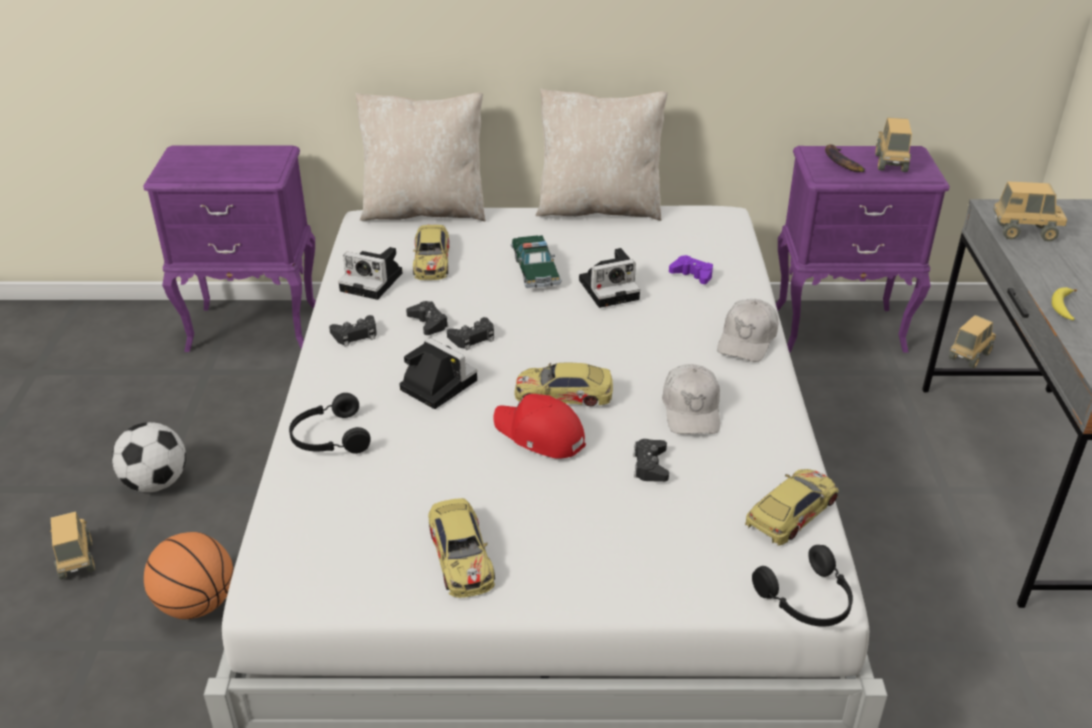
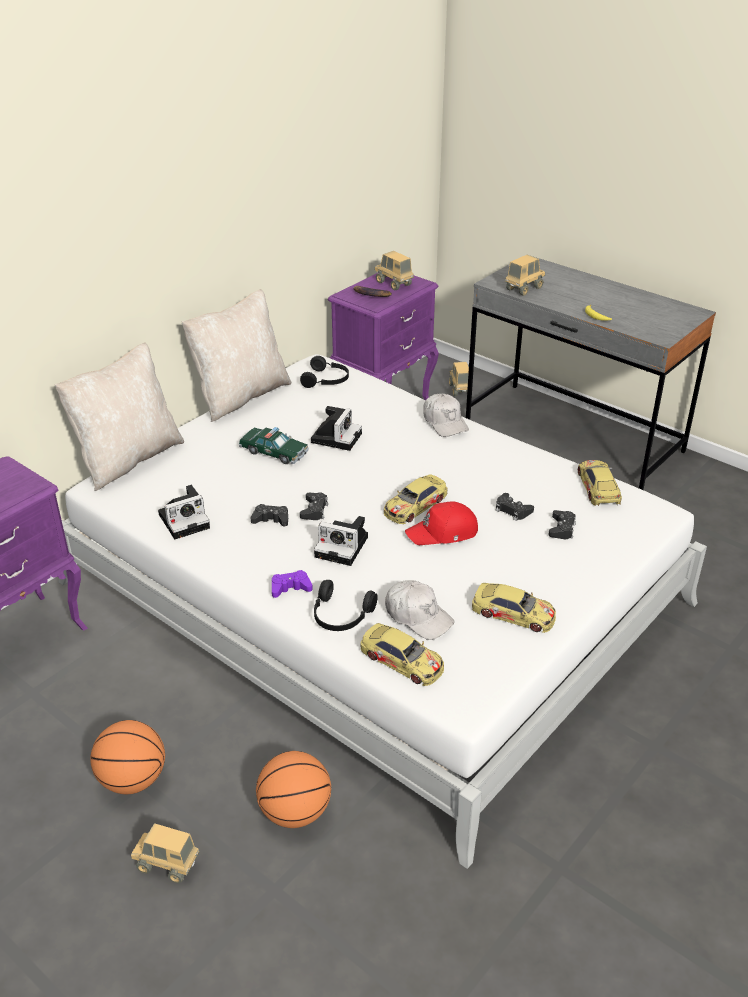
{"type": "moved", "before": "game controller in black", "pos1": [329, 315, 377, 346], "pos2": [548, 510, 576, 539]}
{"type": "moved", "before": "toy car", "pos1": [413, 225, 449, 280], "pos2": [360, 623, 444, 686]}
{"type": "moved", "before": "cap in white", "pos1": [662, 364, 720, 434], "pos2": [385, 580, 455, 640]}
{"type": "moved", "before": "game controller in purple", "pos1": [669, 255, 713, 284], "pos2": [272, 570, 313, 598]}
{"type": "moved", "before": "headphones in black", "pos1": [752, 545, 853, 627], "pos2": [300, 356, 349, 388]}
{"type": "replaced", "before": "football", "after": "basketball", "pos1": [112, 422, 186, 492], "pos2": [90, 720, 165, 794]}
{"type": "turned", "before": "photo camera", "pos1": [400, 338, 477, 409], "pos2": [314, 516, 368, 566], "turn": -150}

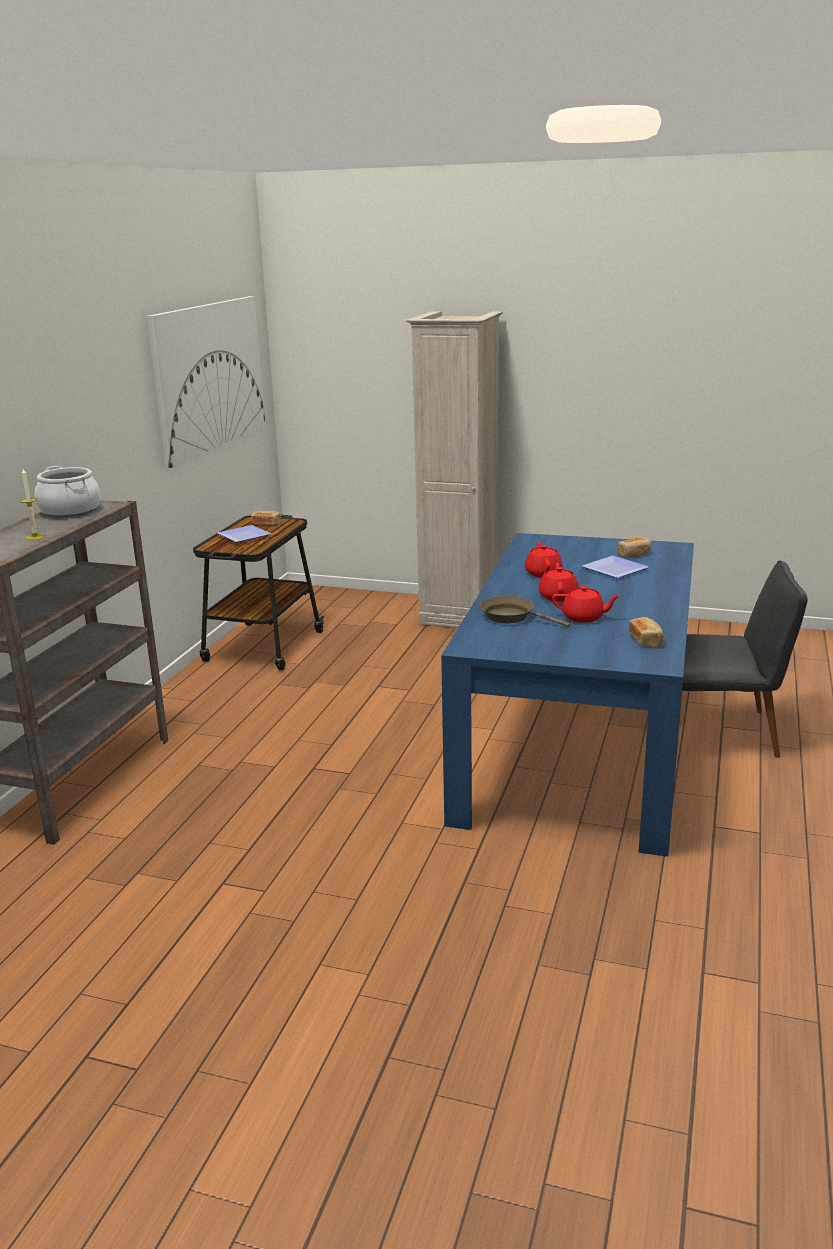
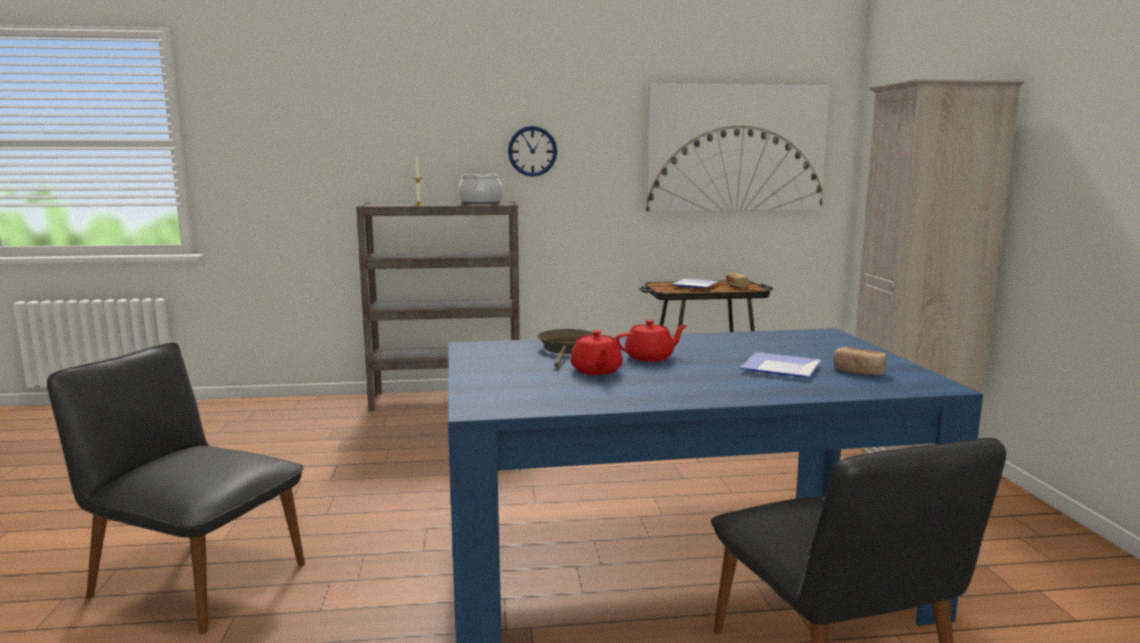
{"type": "removed", "before": "teapot in red", "pos1": [525, 542, 563, 577]}
{"type": "removed", "before": "bread", "pos1": [629, 617, 664, 648]}
{"type": "added", "after": "chair in black", "pos2": [47, 342, 305, 634]}
{"type": "added", "after": "wall clock", "pos2": [508, 126, 557, 177]}

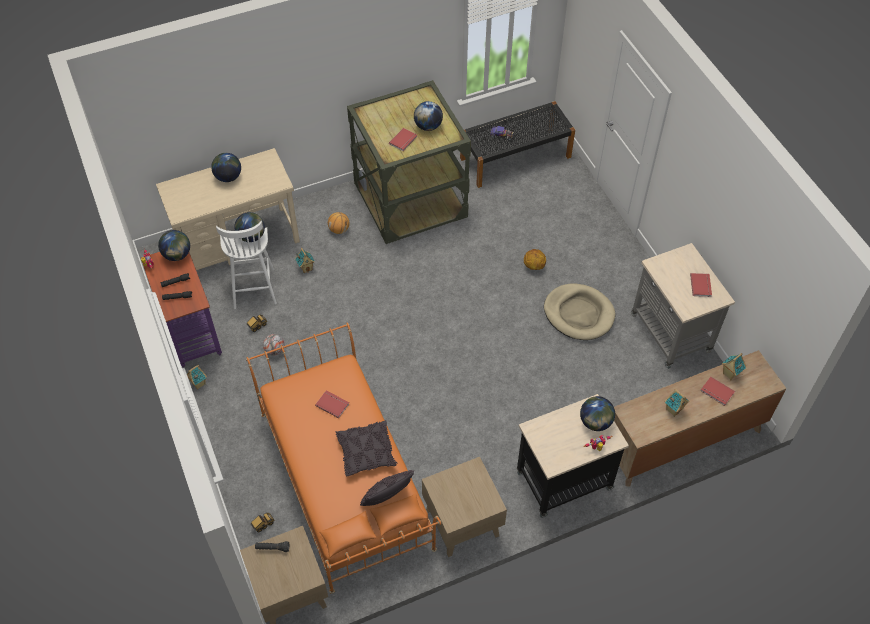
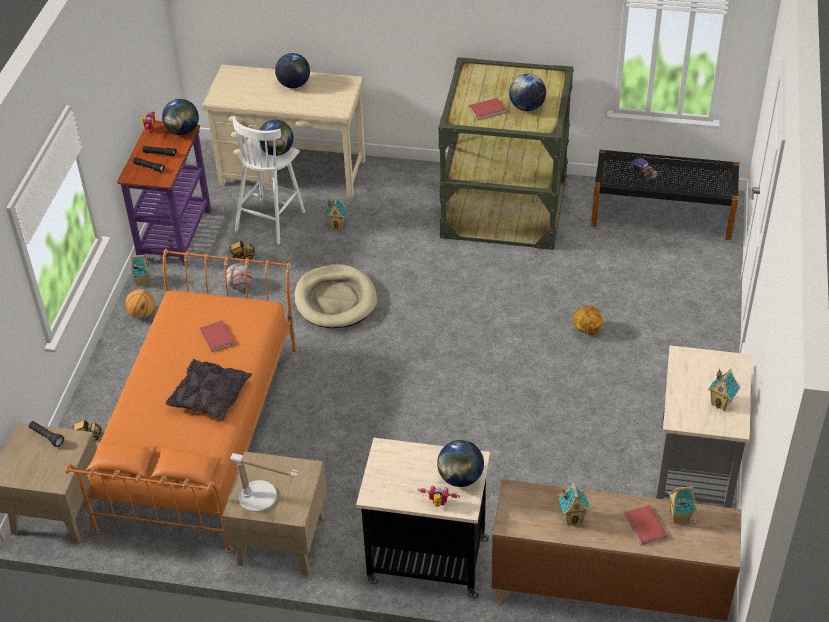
{"type": "removed", "before": "pillow in black", "pos1": [360, 470, 414, 506]}
{"type": "added", "after": "table lamp", "pos2": [230, 453, 299, 512]}
{"type": "moved", "before": "basketball", "pos1": [328, 212, 350, 234], "pos2": [125, 289, 155, 318]}
{"type": "moved", "before": "dog bed in beige", "pos1": [544, 284, 616, 340], "pos2": [294, 264, 377, 328]}
{"type": "replaced", "before": "book in red", "after": "toy house", "pos1": [690, 273, 712, 297], "pos2": [708, 369, 740, 411]}

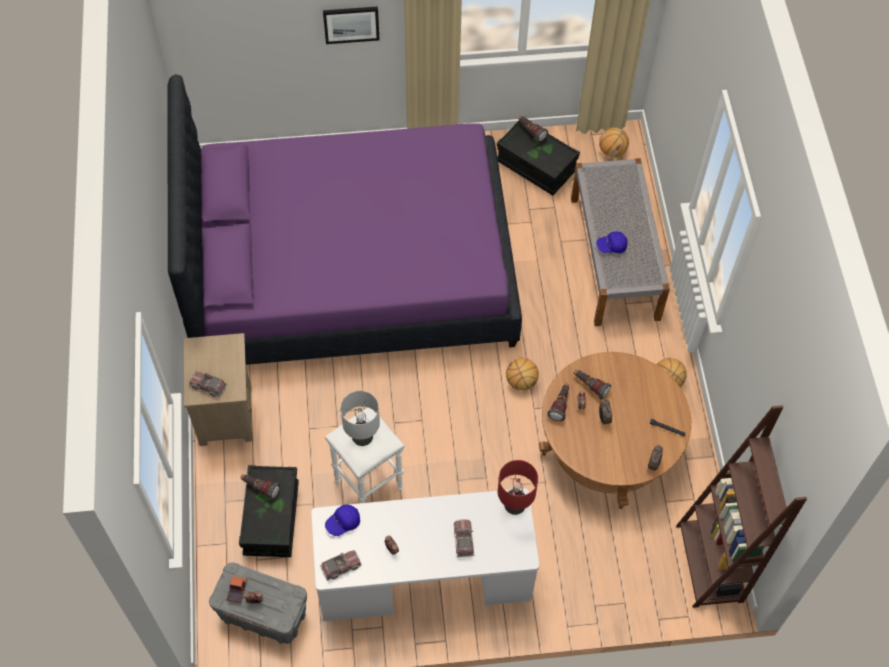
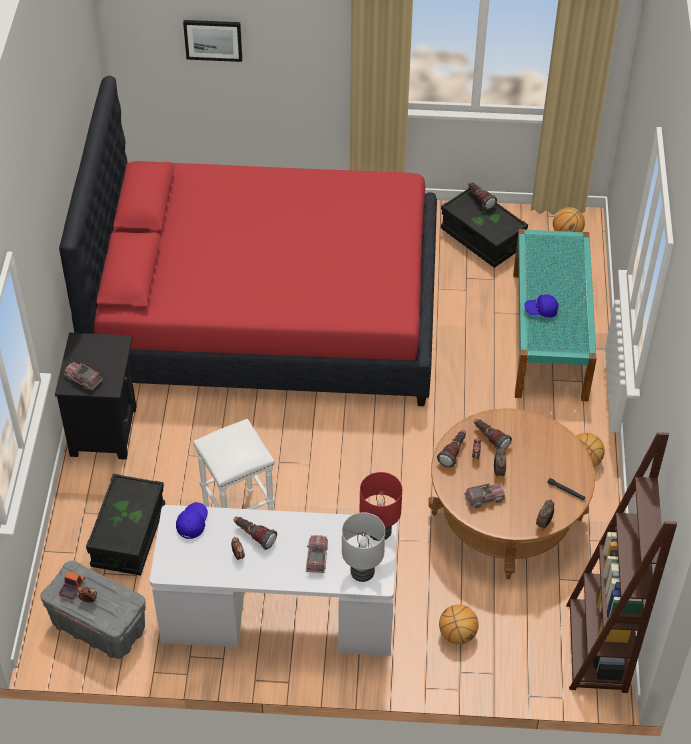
{"type": "moved", "before": "flashlight", "pos1": [241, 474, 280, 500], "pos2": [234, 516, 277, 550]}
{"type": "moved", "before": "toy truck", "pos1": [320, 550, 362, 581], "pos2": [464, 483, 506, 509]}
{"type": "moved", "before": "picture", "pos1": [323, 6, 379, 44], "pos2": [183, 20, 242, 62]}
{"type": "moved", "before": "table lamp in grey", "pos1": [340, 391, 380, 446], "pos2": [342, 512, 385, 582]}
{"type": "moved", "before": "basketball", "pos1": [506, 358, 539, 391], "pos2": [439, 604, 479, 644]}
{"type": "recoloured", "before": "bed in purple", "after": "bed in red", "pos1": [167, 74, 522, 365], "pos2": [59, 76, 437, 406]}
{"type": "recoloured", "before": "nightstand in beige", "after": "nightstand in black", "pos1": [184, 333, 253, 446], "pos2": [55, 332, 136, 460]}
{"type": "recoloured", "before": "bench in grey", "after": "bench in turquoise", "pos1": [571, 158, 670, 326], "pos2": [513, 229, 597, 402]}
{"type": "turned", "before": "cap in blue", "pos1": [325, 504, 360, 536], "pos2": [176, 502, 208, 539], "turn": 135}

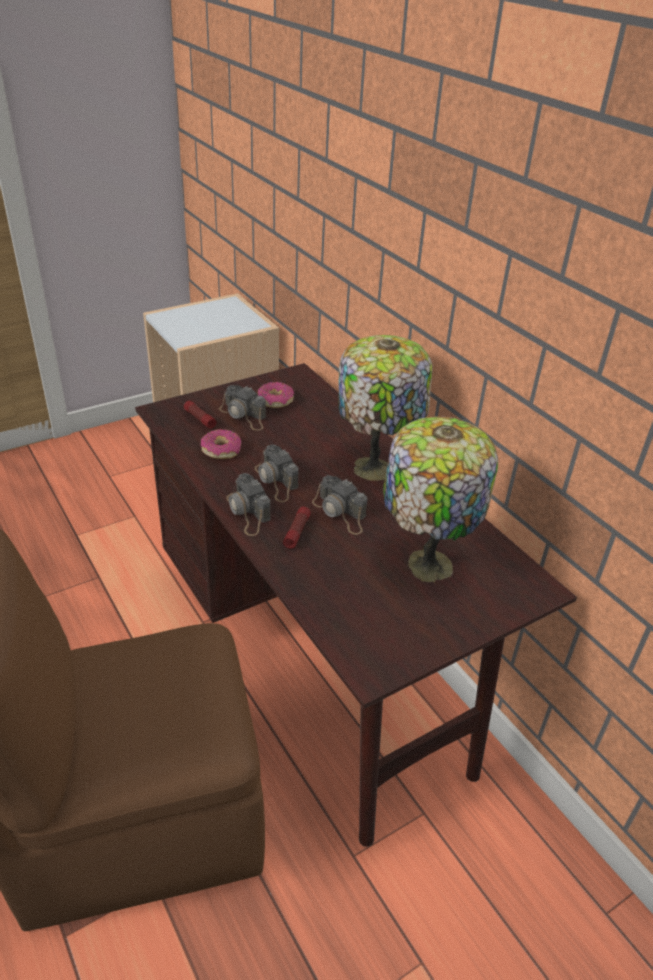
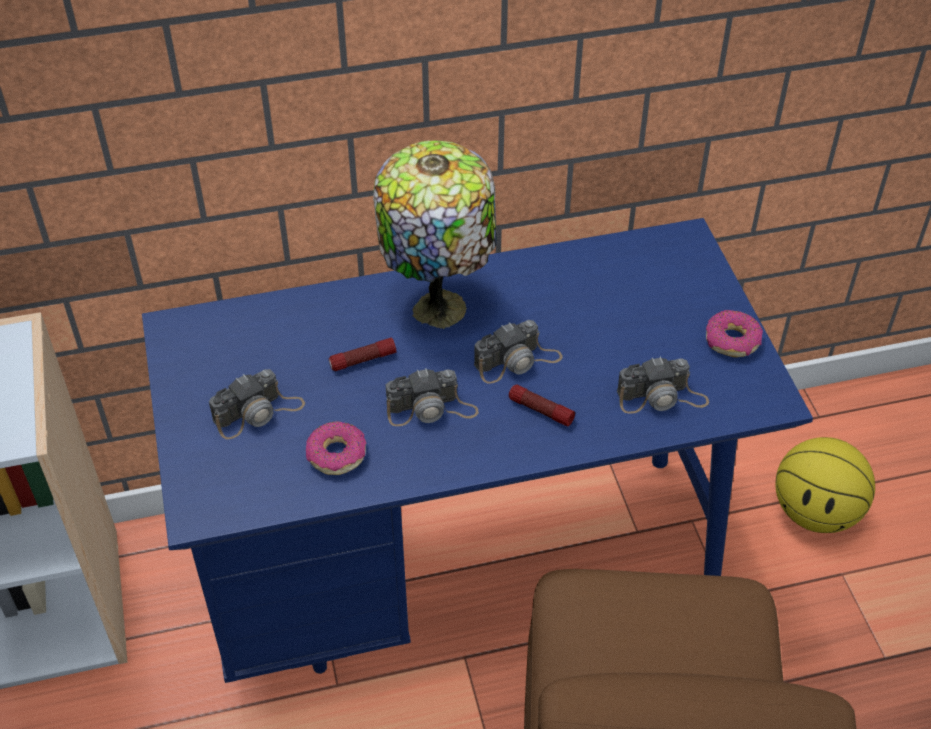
{"type": "removed", "before": "table lamp", "pos1": [383, 416, 498, 582]}
{"type": "added", "after": "basketball", "pos2": [776, 437, 875, 533]}
{"type": "moved", "before": "flashlight", "pos1": [184, 401, 216, 429], "pos2": [329, 337, 396, 371]}
{"type": "moved", "before": "photo camera", "pos1": [226, 473, 271, 536], "pos2": [617, 356, 709, 414]}
{"type": "moved", "before": "donut", "pos1": [258, 382, 294, 408], "pos2": [706, 310, 763, 357]}
{"type": "recoloured", "before": "desk in brown", "after": "desk in blue", "pos1": [135, 363, 577, 847], "pos2": [142, 218, 813, 683]}

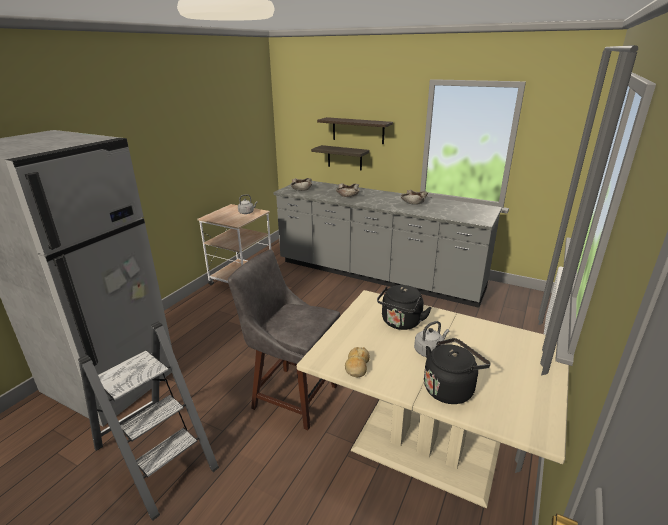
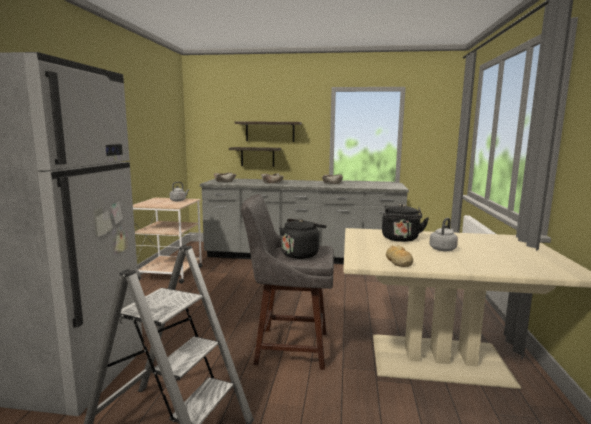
{"type": "moved", "before": "kettle in black", "pos1": [424, 338, 491, 404], "pos2": [279, 219, 327, 259]}

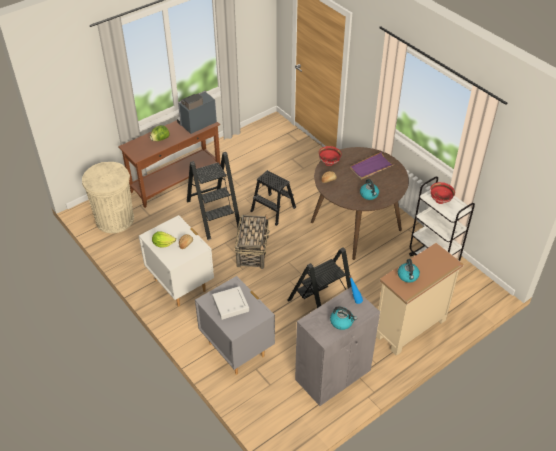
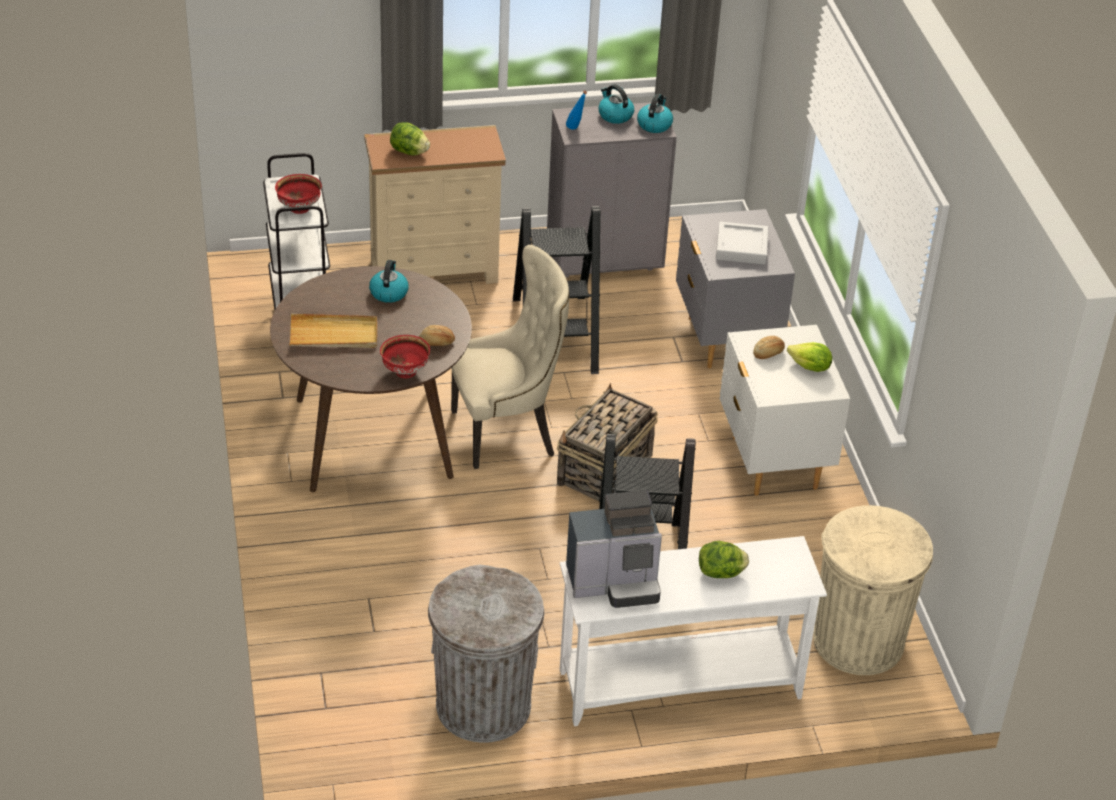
{"type": "removed", "before": "step ladder in black", "pos1": [250, 170, 296, 226]}
{"type": "added", "after": "lettuce", "pos2": [390, 122, 430, 155]}
{"type": "added", "after": "trash can in grey", "pos2": [428, 565, 544, 743]}
{"type": "added", "after": "chair in beige", "pos2": [451, 245, 569, 469]}
{"type": "moved", "before": "kettle", "pos1": [398, 259, 420, 283], "pos2": [637, 93, 673, 133]}
{"type": "recoloured", "before": "console table in brown", "after": "console table in white", "pos1": [118, 120, 221, 208], "pos2": [560, 536, 827, 726]}
{"type": "recoloured", "before": "tray in purple", "after": "tray in beige", "pos1": [350, 152, 395, 179], "pos2": [289, 314, 377, 348]}

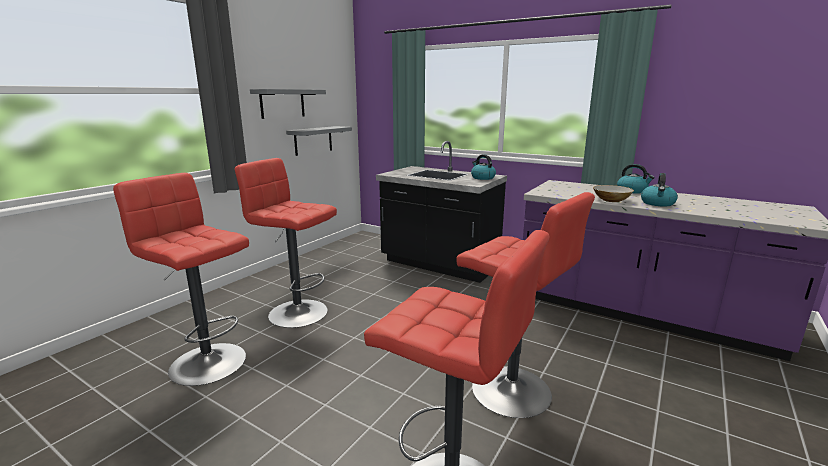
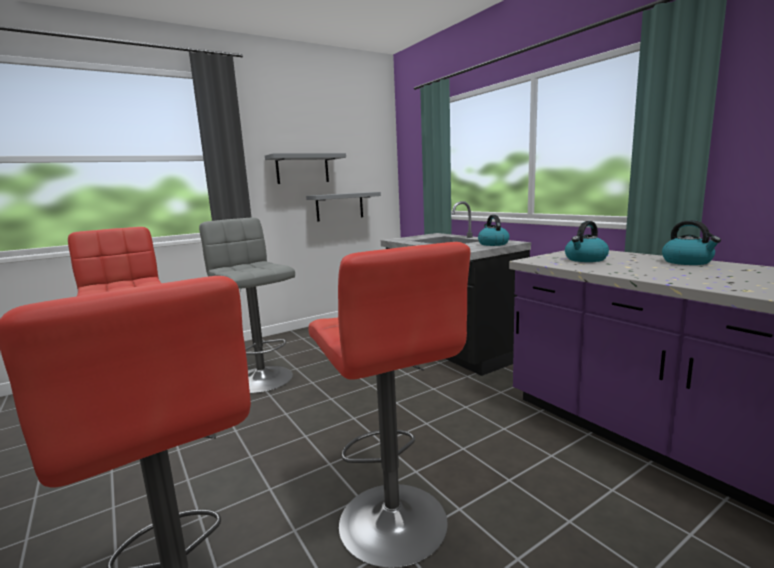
{"type": "removed", "before": "bowl", "pos1": [593, 185, 634, 202]}
{"type": "moved", "before": "kettle", "pos1": [641, 173, 678, 207], "pos2": [565, 221, 609, 262]}
{"type": "recoloured", "before": "stool in red", "after": "stool in grey", "pos1": [235, 158, 337, 328], "pos2": [199, 217, 295, 393]}

